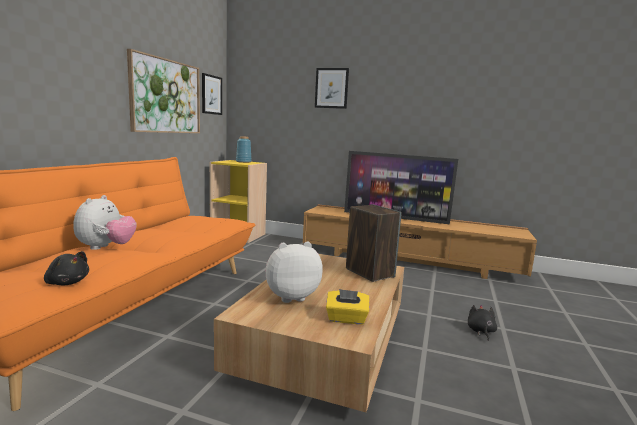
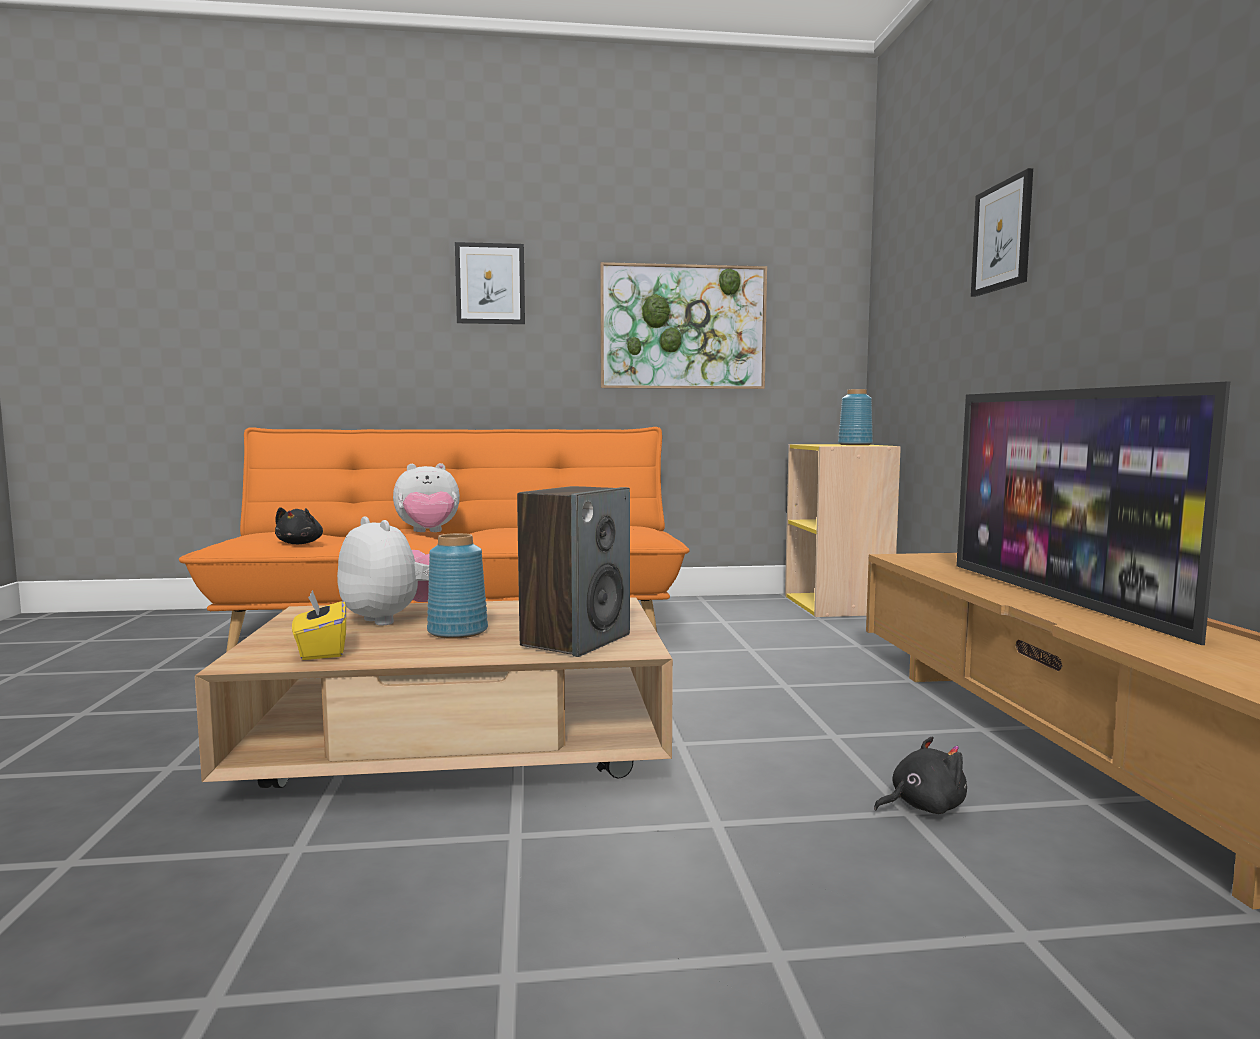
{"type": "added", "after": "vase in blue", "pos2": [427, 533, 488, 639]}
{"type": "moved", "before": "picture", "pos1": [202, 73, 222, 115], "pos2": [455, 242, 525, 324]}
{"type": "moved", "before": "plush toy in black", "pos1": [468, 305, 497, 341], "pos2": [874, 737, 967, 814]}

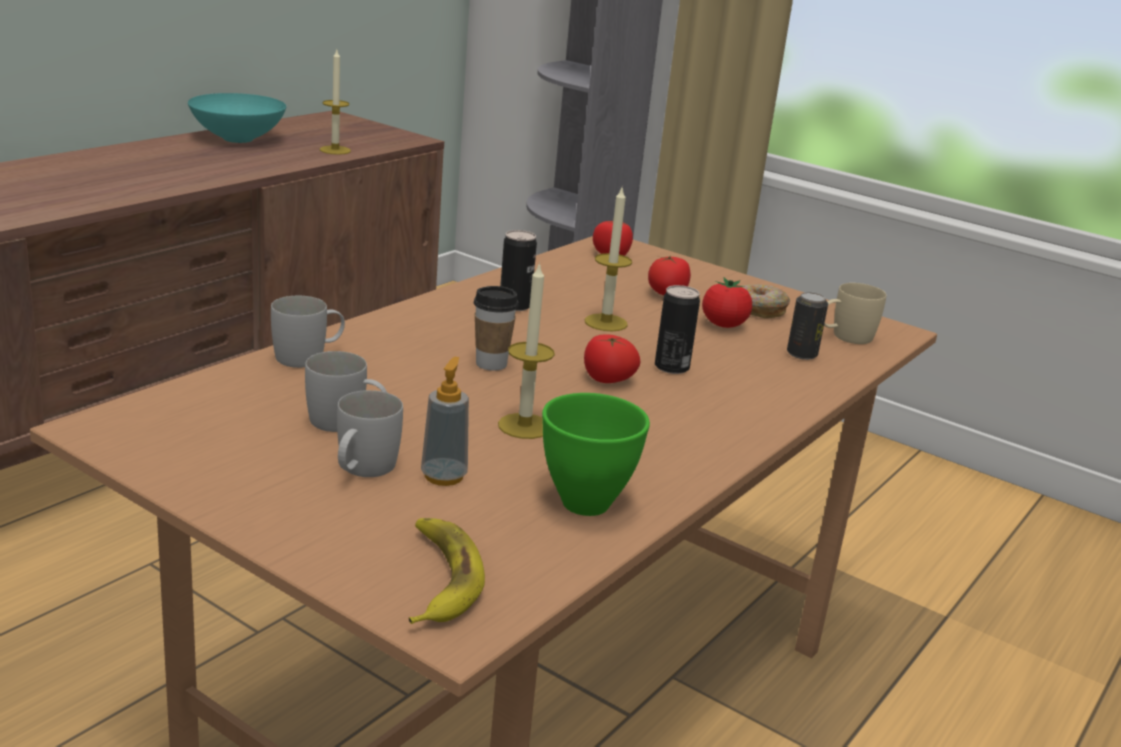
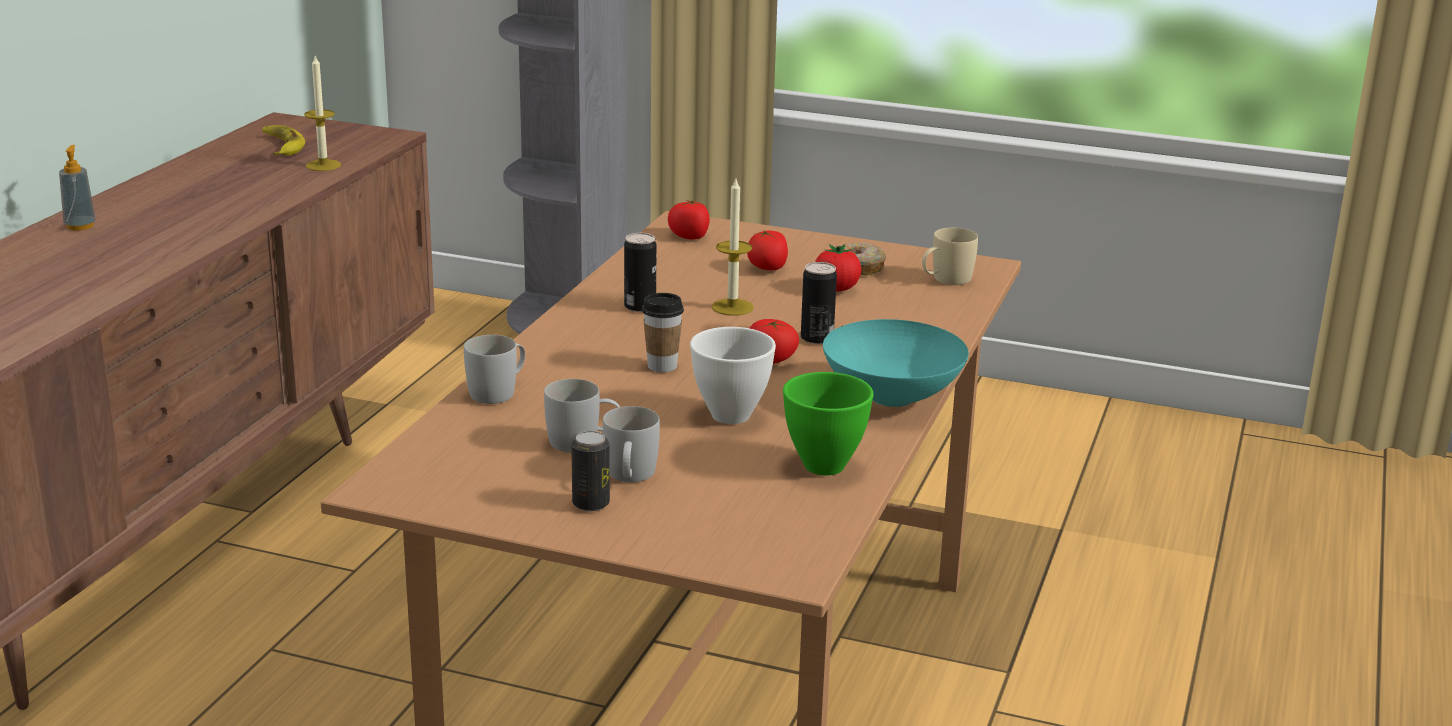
{"type": "moved", "before": "bowl in turquoise", "pos1": [188, 93, 286, 143], "pos2": [823, 319, 969, 407]}
{"type": "moved", "before": "banana", "pos1": [409, 518, 485, 624], "pos2": [262, 125, 305, 155]}
{"type": "moved", "before": "soap dispenser", "pos1": [421, 357, 469, 486], "pos2": [59, 145, 96, 231]}
{"type": "moved", "before": "can", "pos1": [787, 292, 828, 360], "pos2": [571, 431, 610, 511]}
{"type": "replaced", "before": "candle", "after": "bowl in white", "pos1": [498, 262, 555, 439], "pos2": [690, 327, 776, 424]}

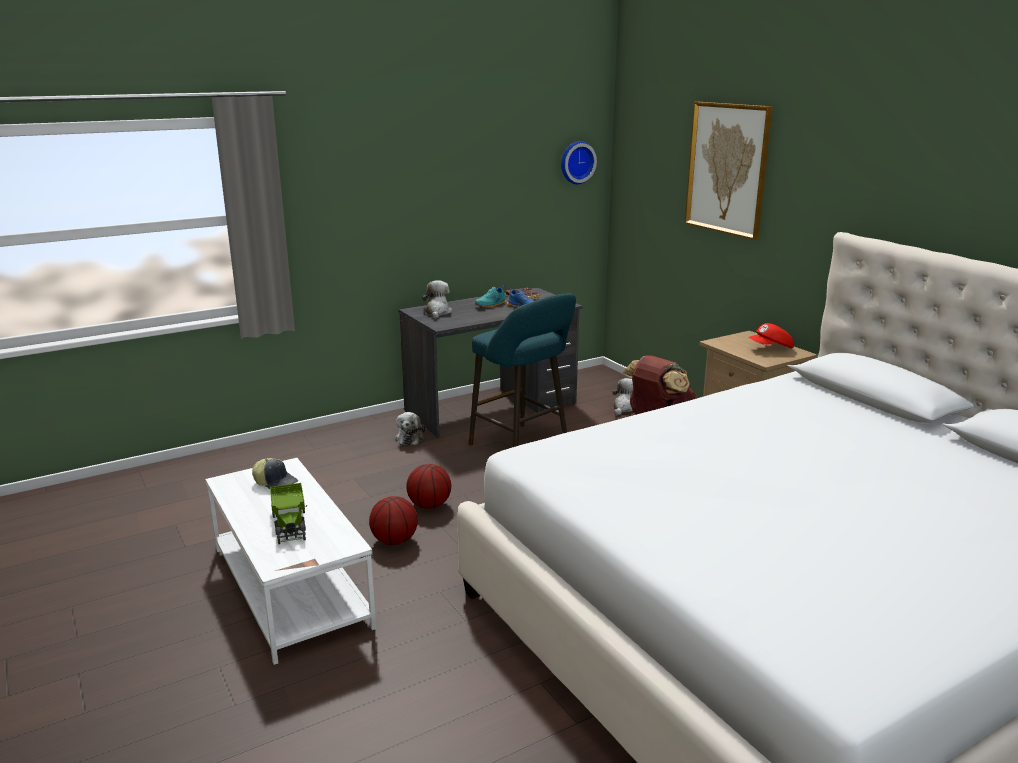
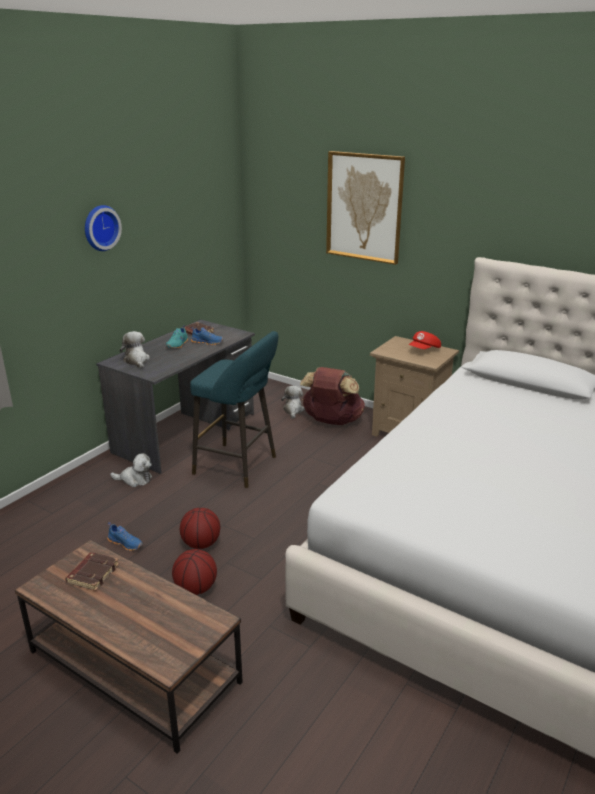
{"type": "removed", "before": "toy truck", "pos1": [270, 483, 307, 544]}
{"type": "added", "after": "shoe in blue", "pos2": [108, 522, 143, 551]}
{"type": "moved", "before": "wall clock", "pos1": [561, 141, 597, 184], "pos2": [85, 205, 122, 251]}
{"type": "replaced", "before": "cap", "after": "book in brown", "pos1": [252, 458, 298, 489], "pos2": [65, 552, 119, 591]}
{"type": "recoloured", "before": "coffee table in white", "after": "coffee table in brown", "pos1": [205, 458, 376, 665], "pos2": [15, 540, 243, 754]}
{"type": "turned", "before": "plush toy", "pos1": [395, 412, 425, 445], "pos2": [110, 453, 152, 487], "turn": -60}

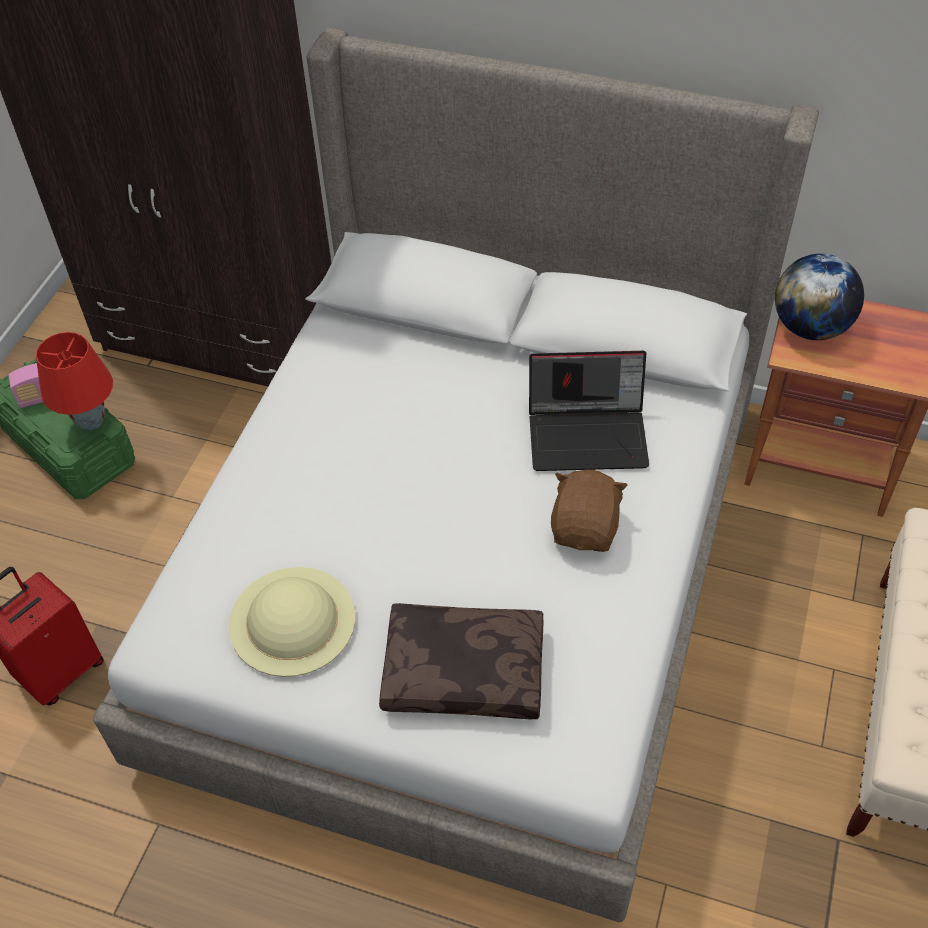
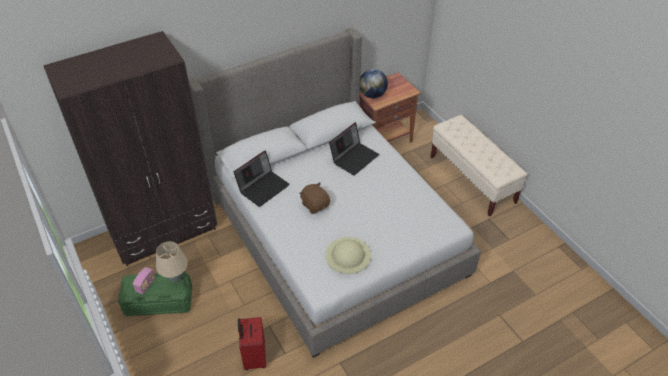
{"type": "removed", "before": "pillow in brown", "pos1": [379, 603, 543, 719]}
{"type": "added", "after": "laptop", "pos2": [234, 150, 290, 207]}
{"type": "moved", "before": "plush toy in brown", "pos1": [551, 469, 628, 552], "pos2": [299, 182, 330, 214]}
{"type": "recoloured", "before": "table lamp in red", "after": "table lamp in beige", "pos1": [36, 332, 113, 430], "pos2": [156, 242, 188, 282]}

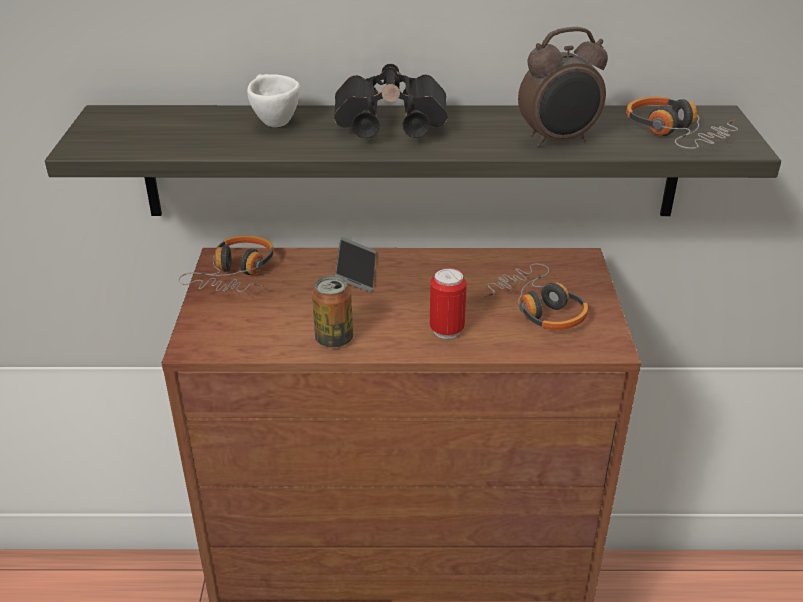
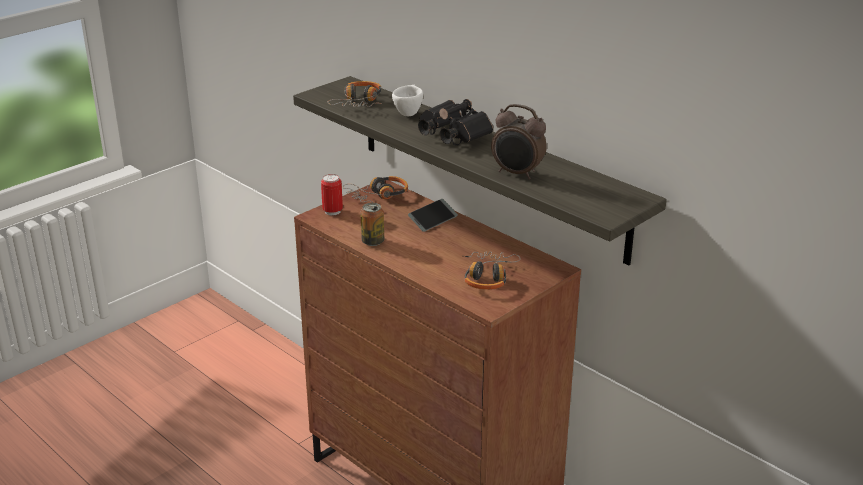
{"type": "moved", "before": "can", "pos1": [430, 268, 467, 339], "pos2": [321, 174, 343, 215]}
{"type": "moved", "before": "headphones", "pos1": [626, 97, 738, 149], "pos2": [328, 81, 382, 107]}

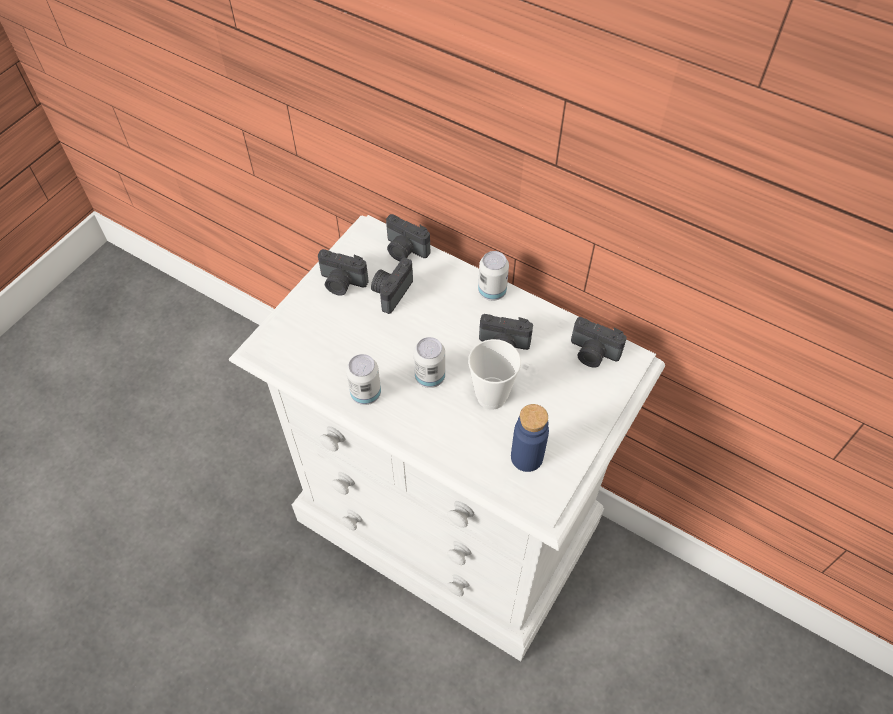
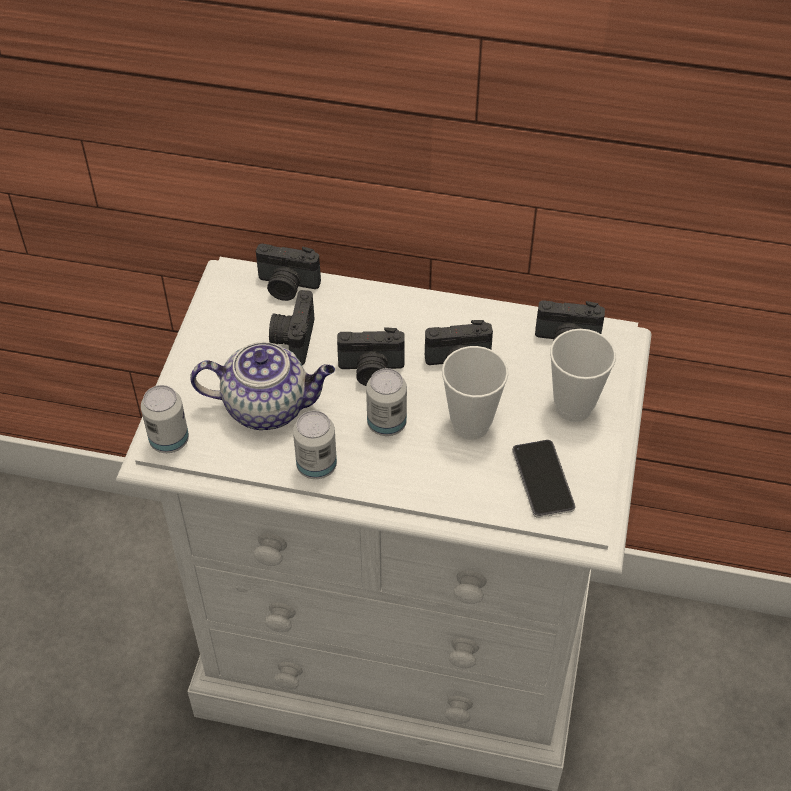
{"type": "added", "after": "teapot", "pos2": [190, 342, 335, 430]}
{"type": "added", "after": "cup", "pos2": [550, 329, 616, 422]}
{"type": "moved", "before": "photo camera", "pos1": [318, 249, 369, 296], "pos2": [337, 327, 405, 386]}
{"type": "moved", "before": "can", "pos1": [478, 251, 509, 301], "pos2": [141, 385, 189, 453]}
{"type": "replaced", "before": "bottle in blue", "after": "phone", "pos1": [511, 404, 549, 472], "pos2": [512, 440, 575, 518]}

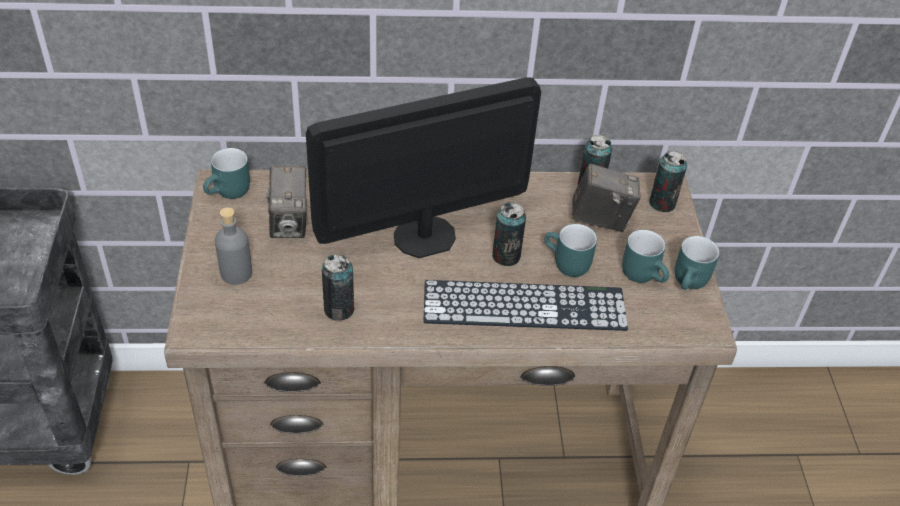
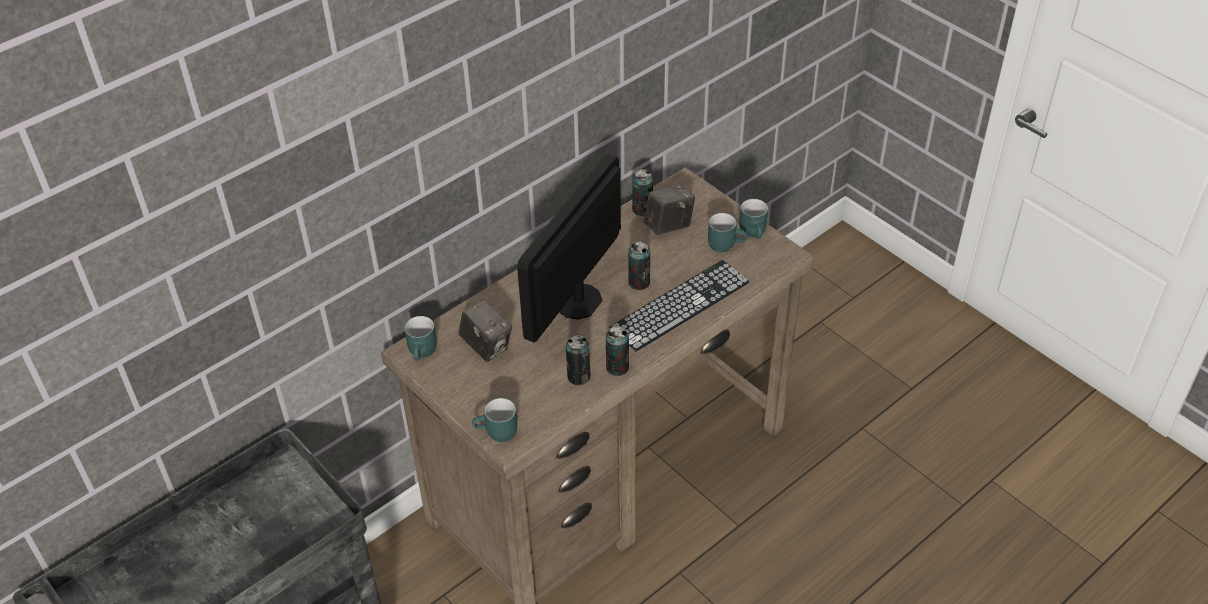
{"type": "removed", "before": "bottle in grey", "pos1": [215, 207, 252, 285]}
{"type": "moved", "before": "mug in turquoise", "pos1": [544, 224, 597, 277], "pos2": [472, 398, 517, 442]}
{"type": "moved", "before": "can", "pos1": [649, 151, 687, 212], "pos2": [606, 326, 629, 376]}

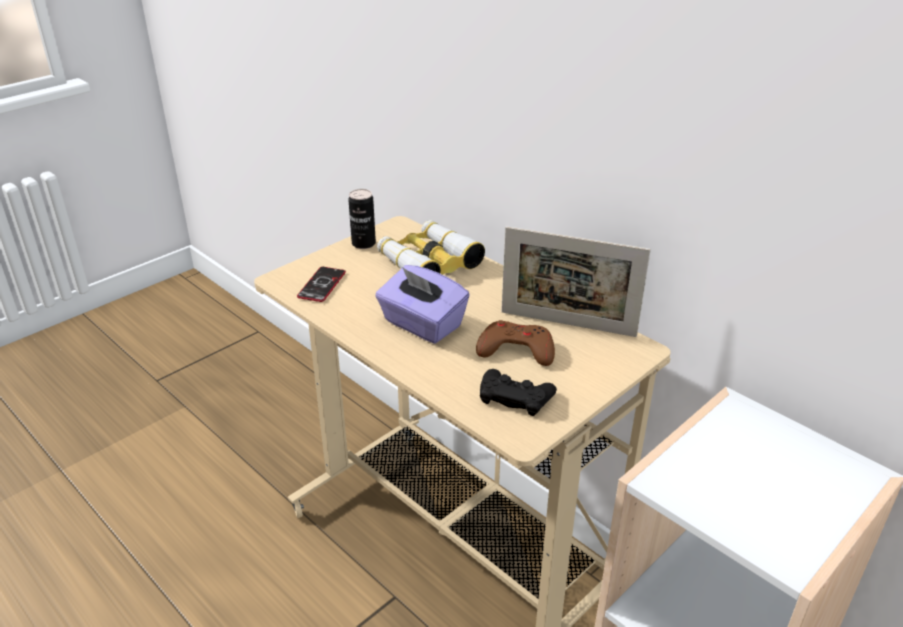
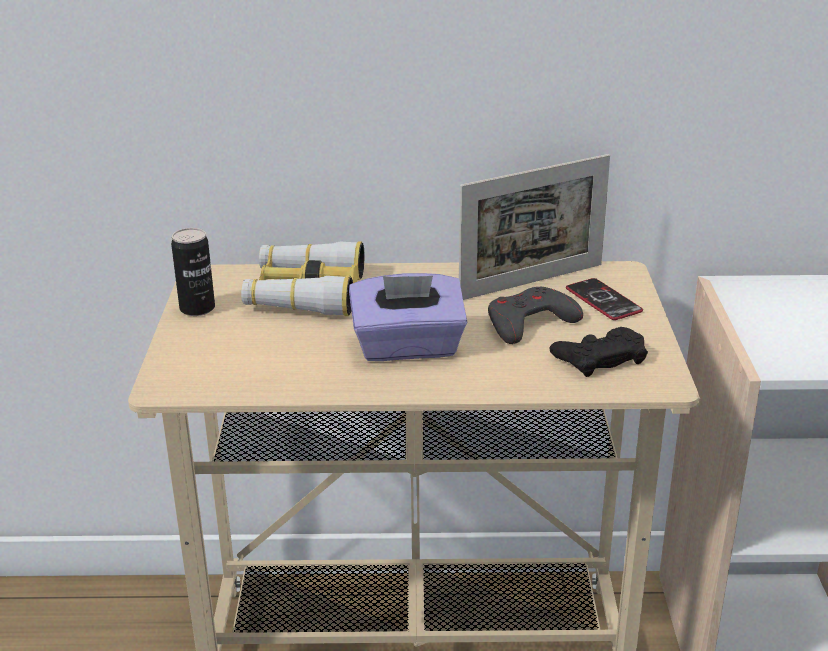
{"type": "moved", "before": "phone", "pos1": [297, 267, 346, 302], "pos2": [566, 278, 643, 320]}
{"type": "recoloured", "before": "game controller in brown", "after": "game controller in grey", "pos1": [476, 320, 555, 366], "pos2": [488, 287, 583, 344]}

